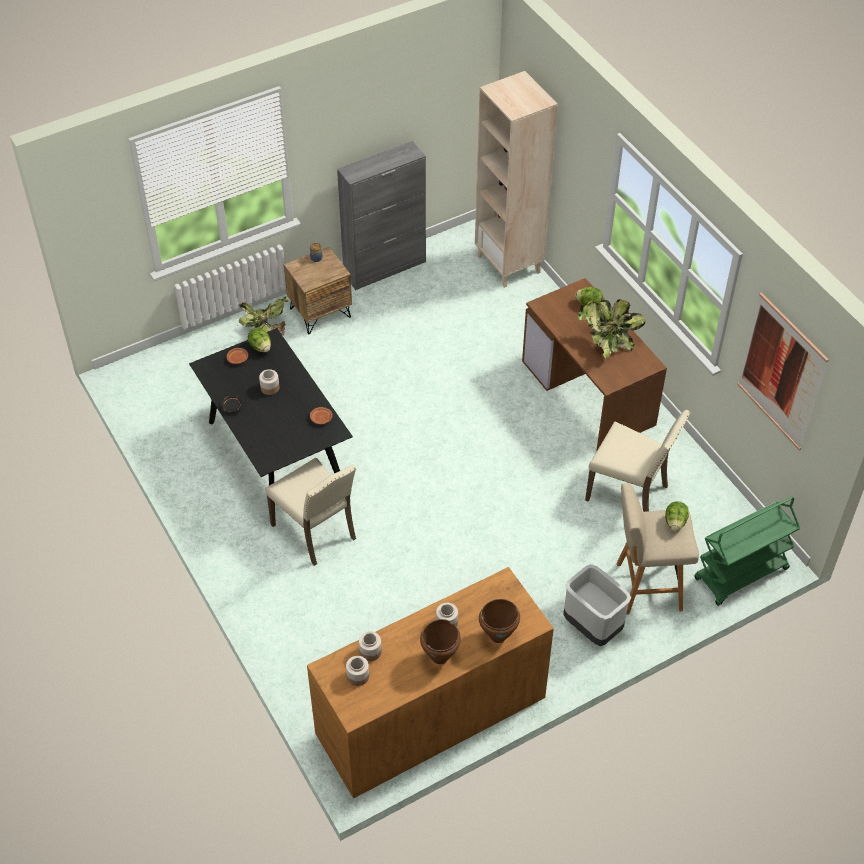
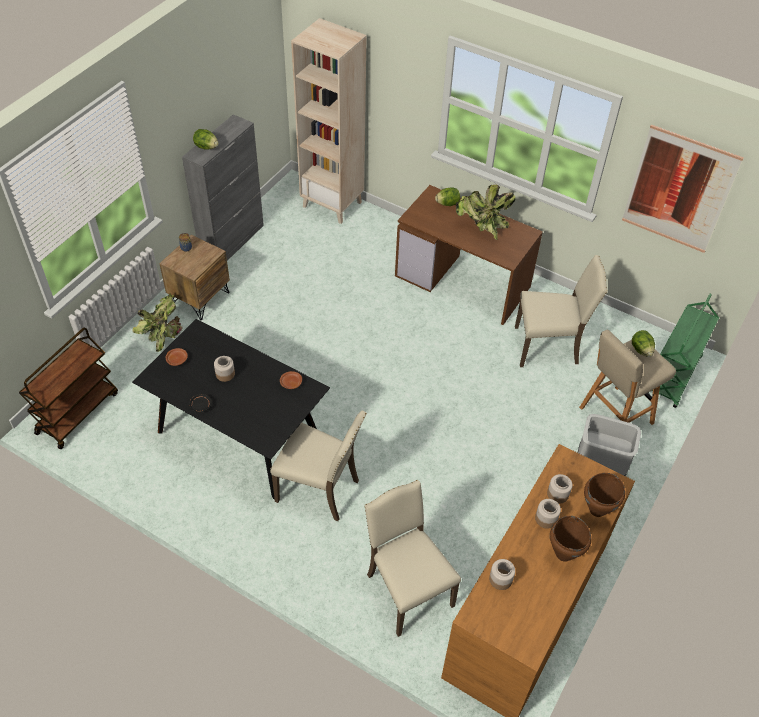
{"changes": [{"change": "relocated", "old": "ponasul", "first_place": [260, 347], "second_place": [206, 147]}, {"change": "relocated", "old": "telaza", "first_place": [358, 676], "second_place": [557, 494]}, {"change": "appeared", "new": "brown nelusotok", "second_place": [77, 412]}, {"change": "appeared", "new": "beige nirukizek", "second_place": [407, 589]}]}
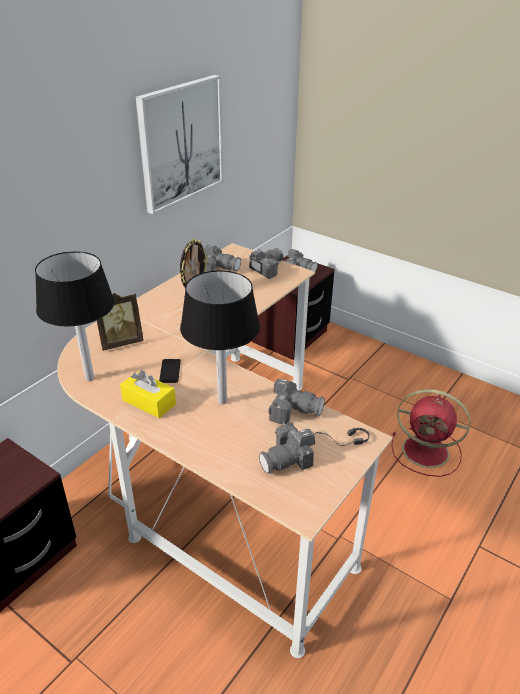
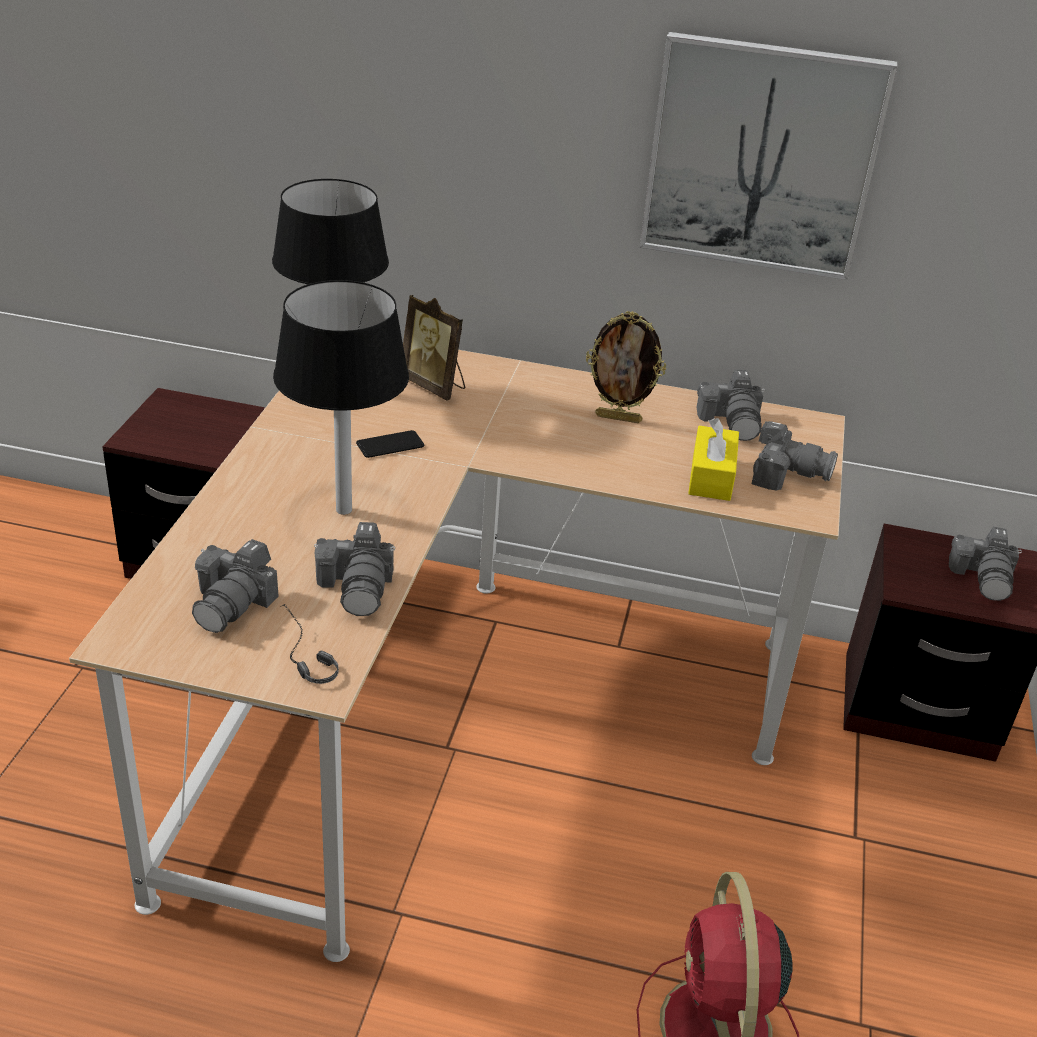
{"changes": [{"change": "relocated", "old": "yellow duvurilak", "first_place": [149, 402], "second_place": [711, 476]}, {"change": "spun", "old": "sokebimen", "first_place": [288, 459], "second_place": [234, 603], "degrees": -105}]}
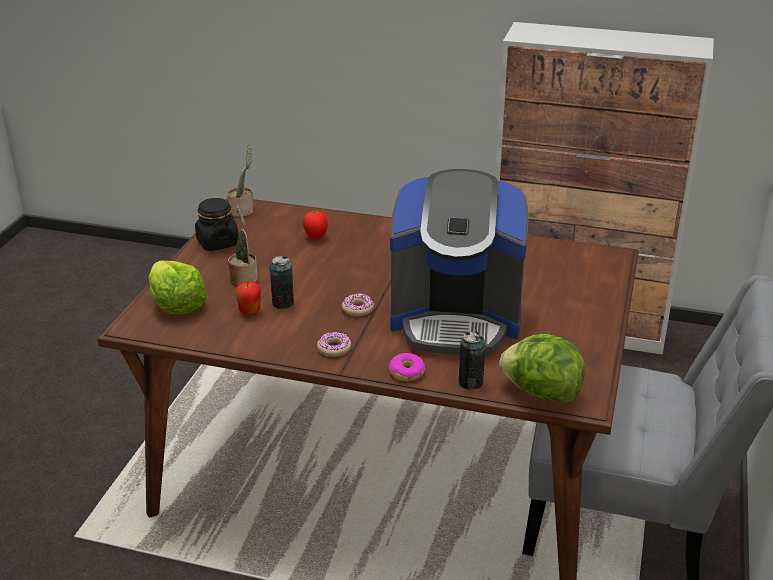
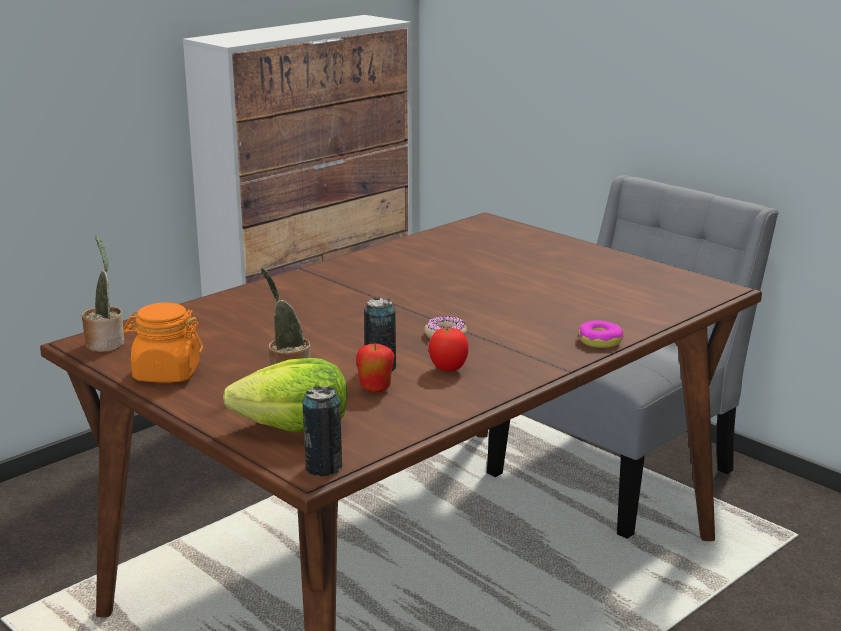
{"changes": [{"change": "missing", "old": "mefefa", "first_place": [456, 319]}, {"change": "colour", "old": "black telaza", "new": "orange telaza", "first_place": [217, 242], "second_place": [166, 374]}, {"change": "relocated", "old": "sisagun", "first_place": [316, 237], "second_place": [448, 369]}, {"change": "relocated", "old": "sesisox", "first_place": [470, 383], "second_place": [323, 467]}, {"change": "missing", "old": "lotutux", "first_place": [334, 348]}, {"change": "missing", "old": "ponasul", "first_place": [541, 393]}]}
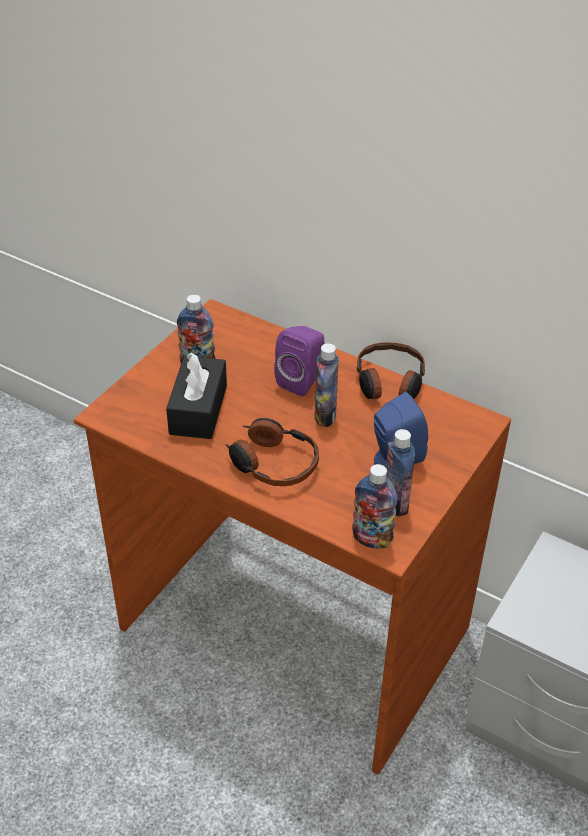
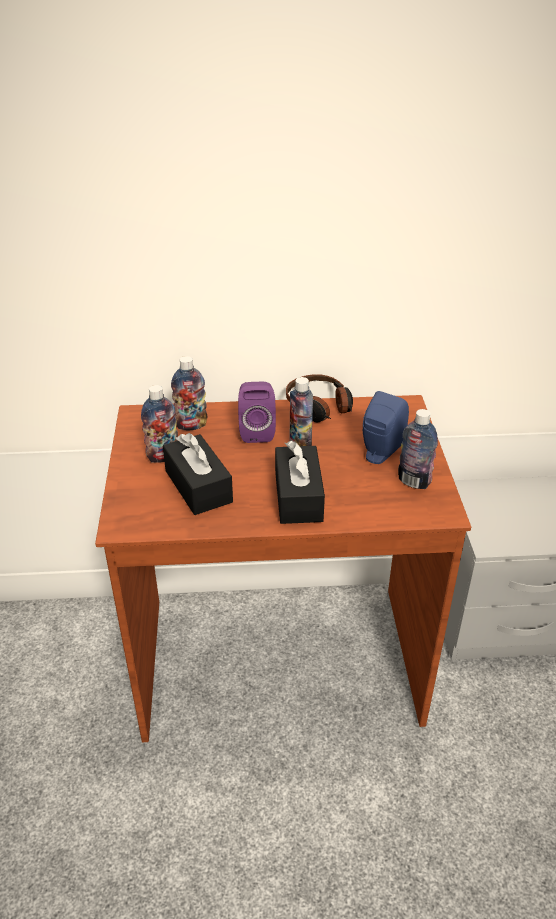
{"changes": [{"change": "exchanged", "old": "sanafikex", "new": "black duvurilak", "first_place": [272, 463], "second_place": [298, 496]}, {"change": "relocated", "old": "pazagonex", "first_place": [372, 539], "second_place": [191, 425]}]}
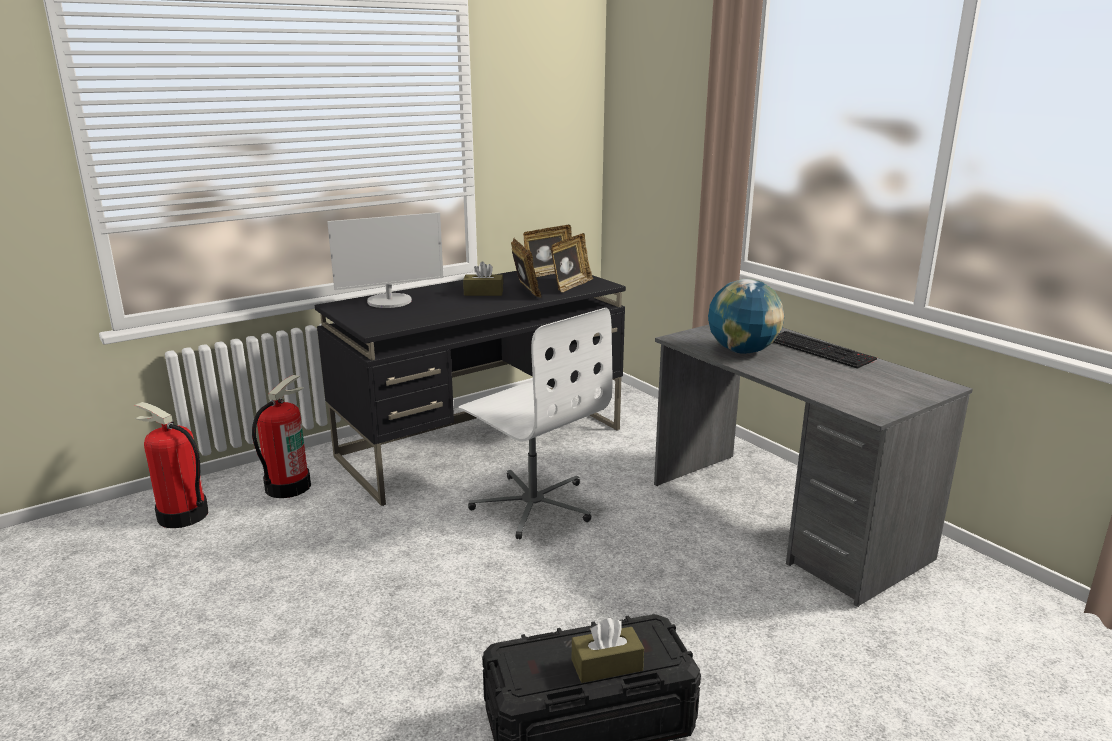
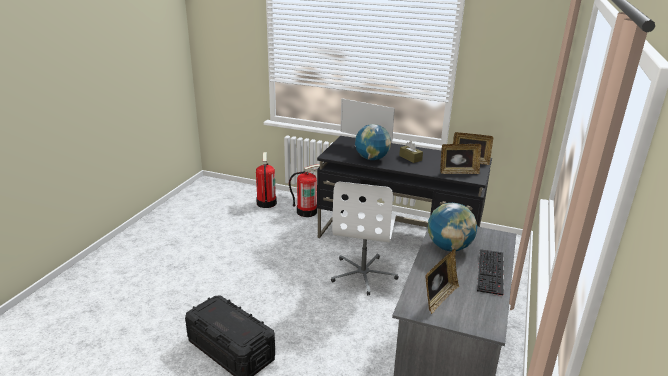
{"changes": [{"change": "relocated", "old": "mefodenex", "first_place": [525, 291], "second_place": [439, 298]}, {"change": "missing", "old": "brown duvurilak", "first_place": [607, 665]}, {"change": "appeared", "new": "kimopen", "second_place": [371, 158]}]}
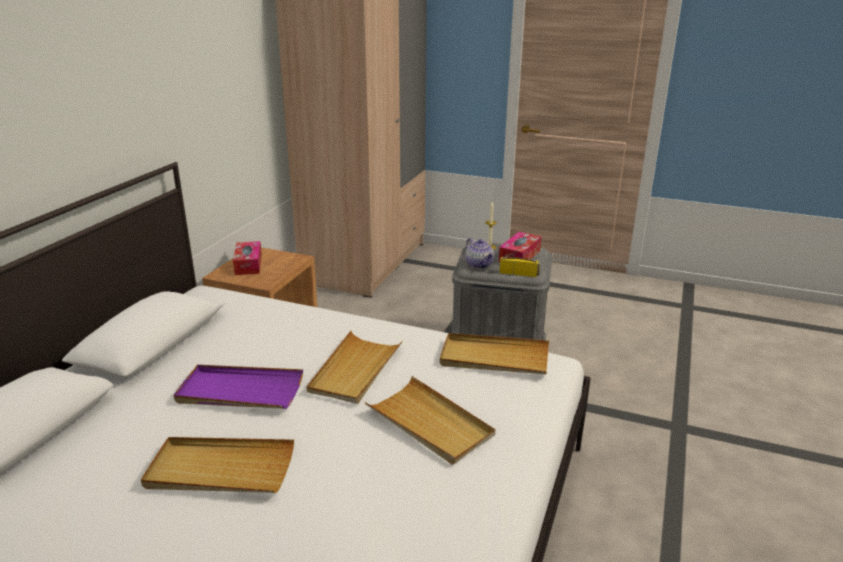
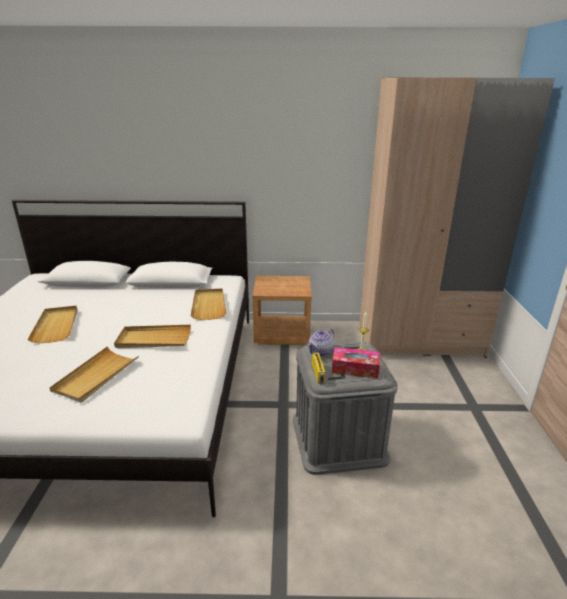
{"changes": [{"change": "missing", "old": "duvurilak", "first_place": [248, 264]}, {"change": "relocated", "old": "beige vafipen", "first_place": [494, 358], "second_place": [209, 305]}, {"change": "missing", "old": "purple vafipen", "first_place": [240, 391]}]}
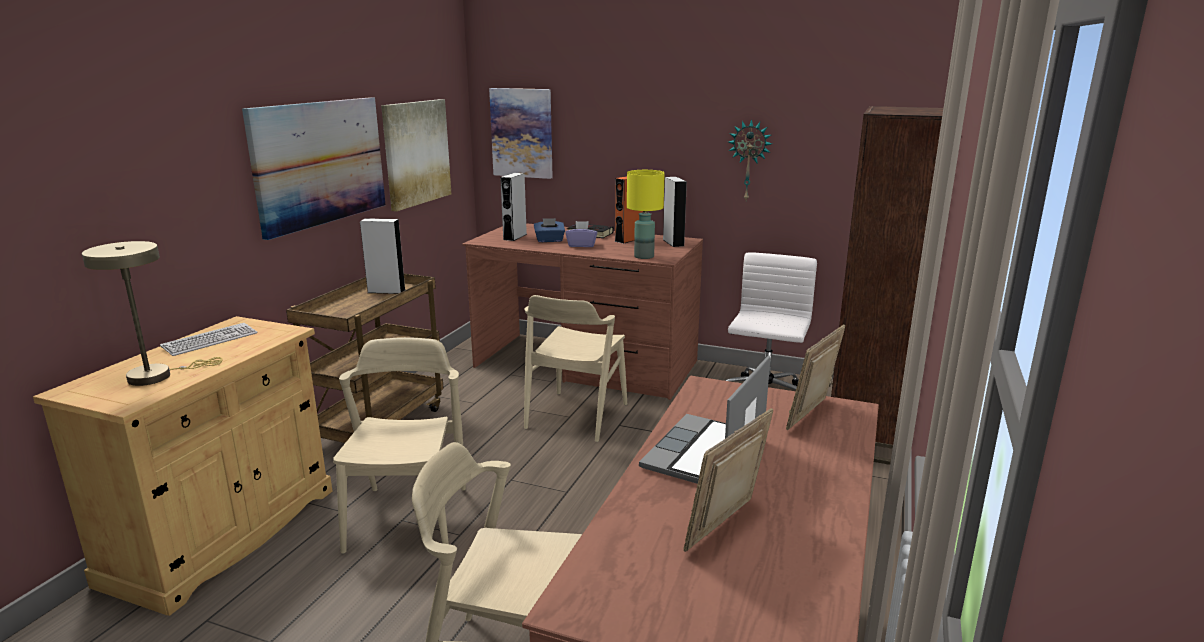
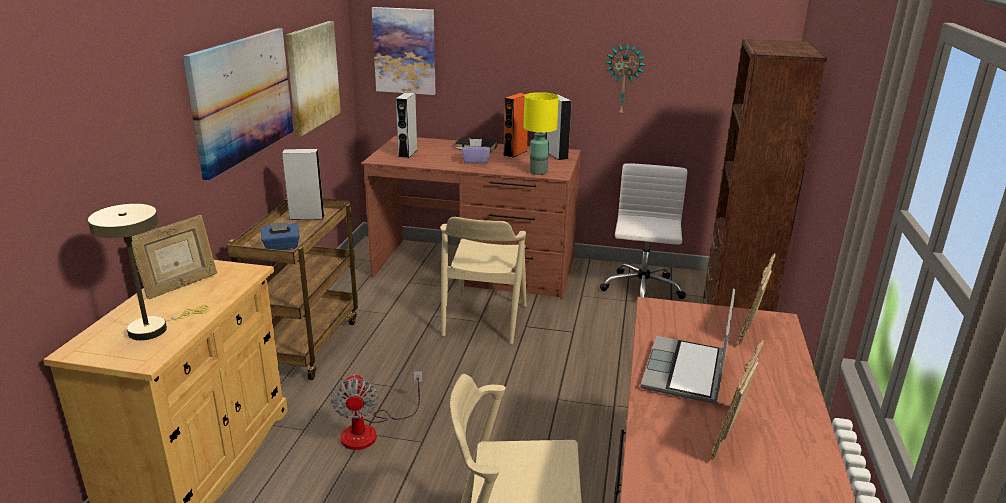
{"changes": [{"change": "relocated", "old": "blue duvurilak", "first_place": [549, 240], "second_place": [281, 247]}, {"change": "exchanged", "old": "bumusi", "new": "mefodenex", "first_place": [210, 340], "second_place": [180, 286]}, {"change": "exchanged", "old": "beige nirukizek", "new": "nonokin", "first_place": [408, 518], "second_place": [370, 431]}]}
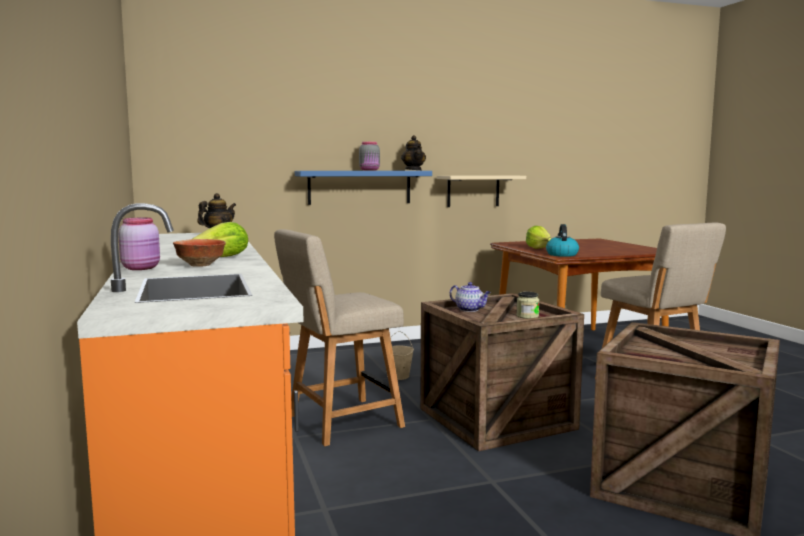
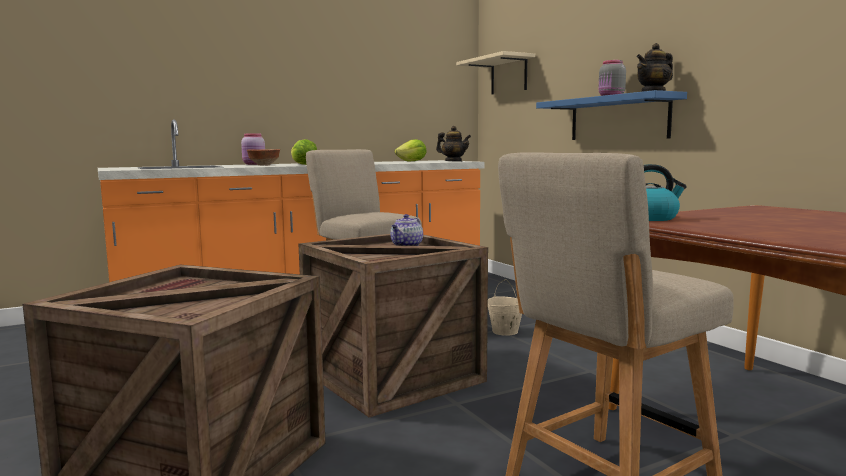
{"changes": [{"change": "relocated", "old": "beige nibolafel", "first_place": [473, 191], "second_place": [509, 75]}, {"change": "relocated", "old": "ponasul", "first_place": [538, 248], "second_place": [412, 161]}, {"change": "missing", "old": "telaza", "first_place": [527, 316]}]}
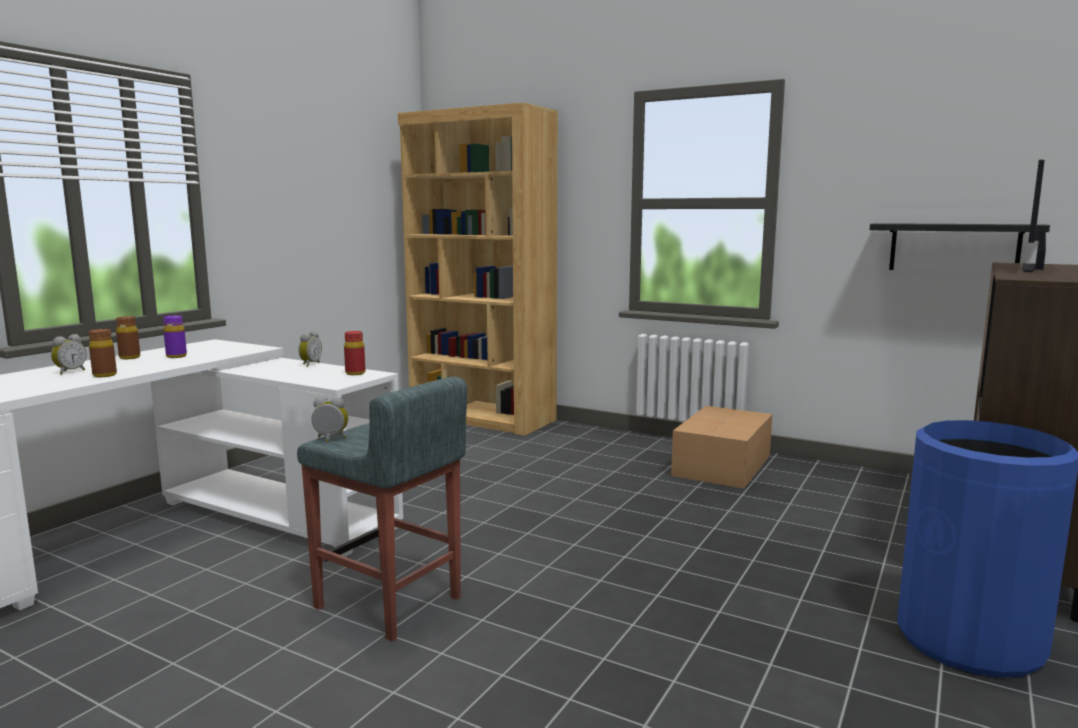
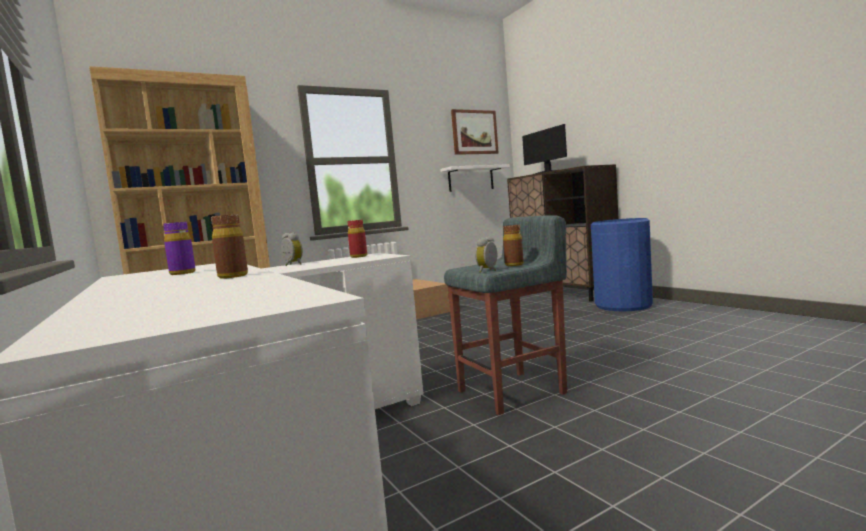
{"changes": [{"change": "colour", "old": "black nibolafel", "new": "white nibolafel", "first_place": [953, 248], "second_place": [471, 179]}, {"change": "relocated", "old": "brown pazagonex", "first_place": [129, 357], "second_place": [514, 265]}, {"change": "missing", "old": "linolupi", "first_place": [70, 372]}, {"change": "appeared", "new": "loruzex", "second_place": [474, 132]}]}
